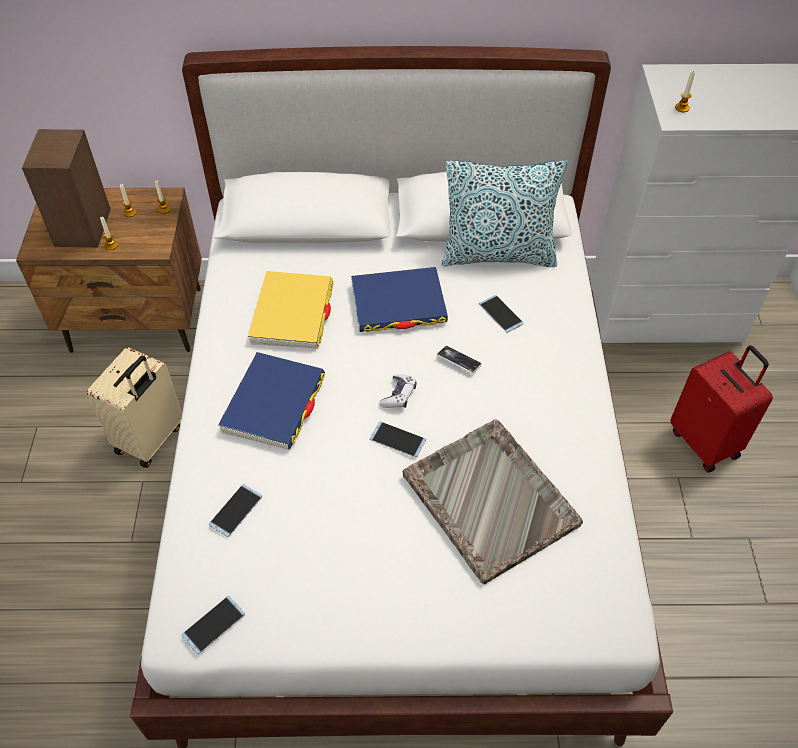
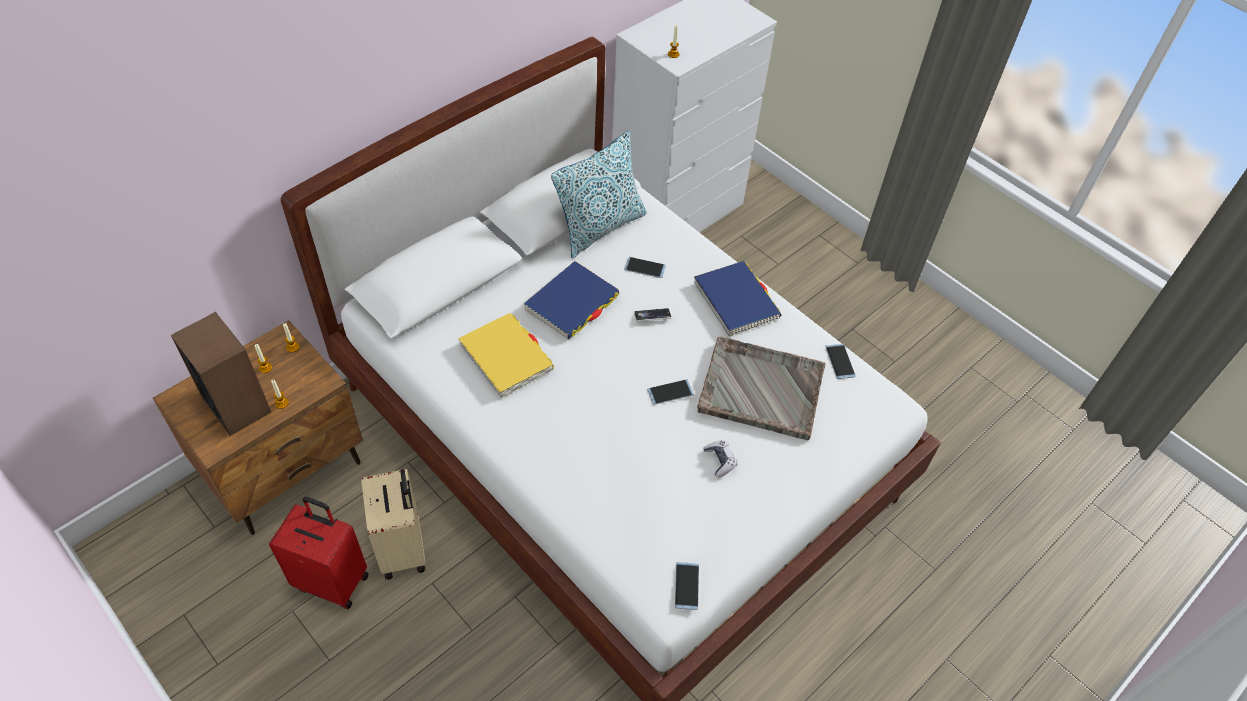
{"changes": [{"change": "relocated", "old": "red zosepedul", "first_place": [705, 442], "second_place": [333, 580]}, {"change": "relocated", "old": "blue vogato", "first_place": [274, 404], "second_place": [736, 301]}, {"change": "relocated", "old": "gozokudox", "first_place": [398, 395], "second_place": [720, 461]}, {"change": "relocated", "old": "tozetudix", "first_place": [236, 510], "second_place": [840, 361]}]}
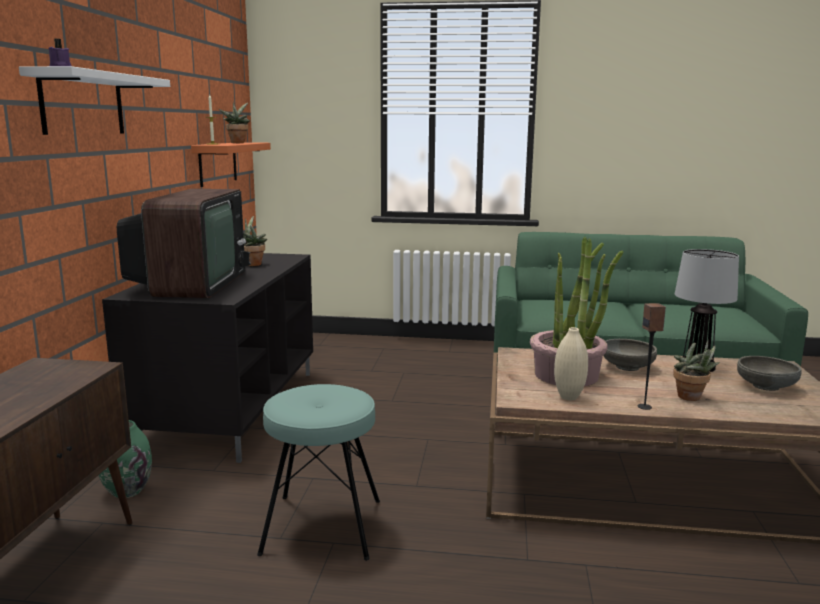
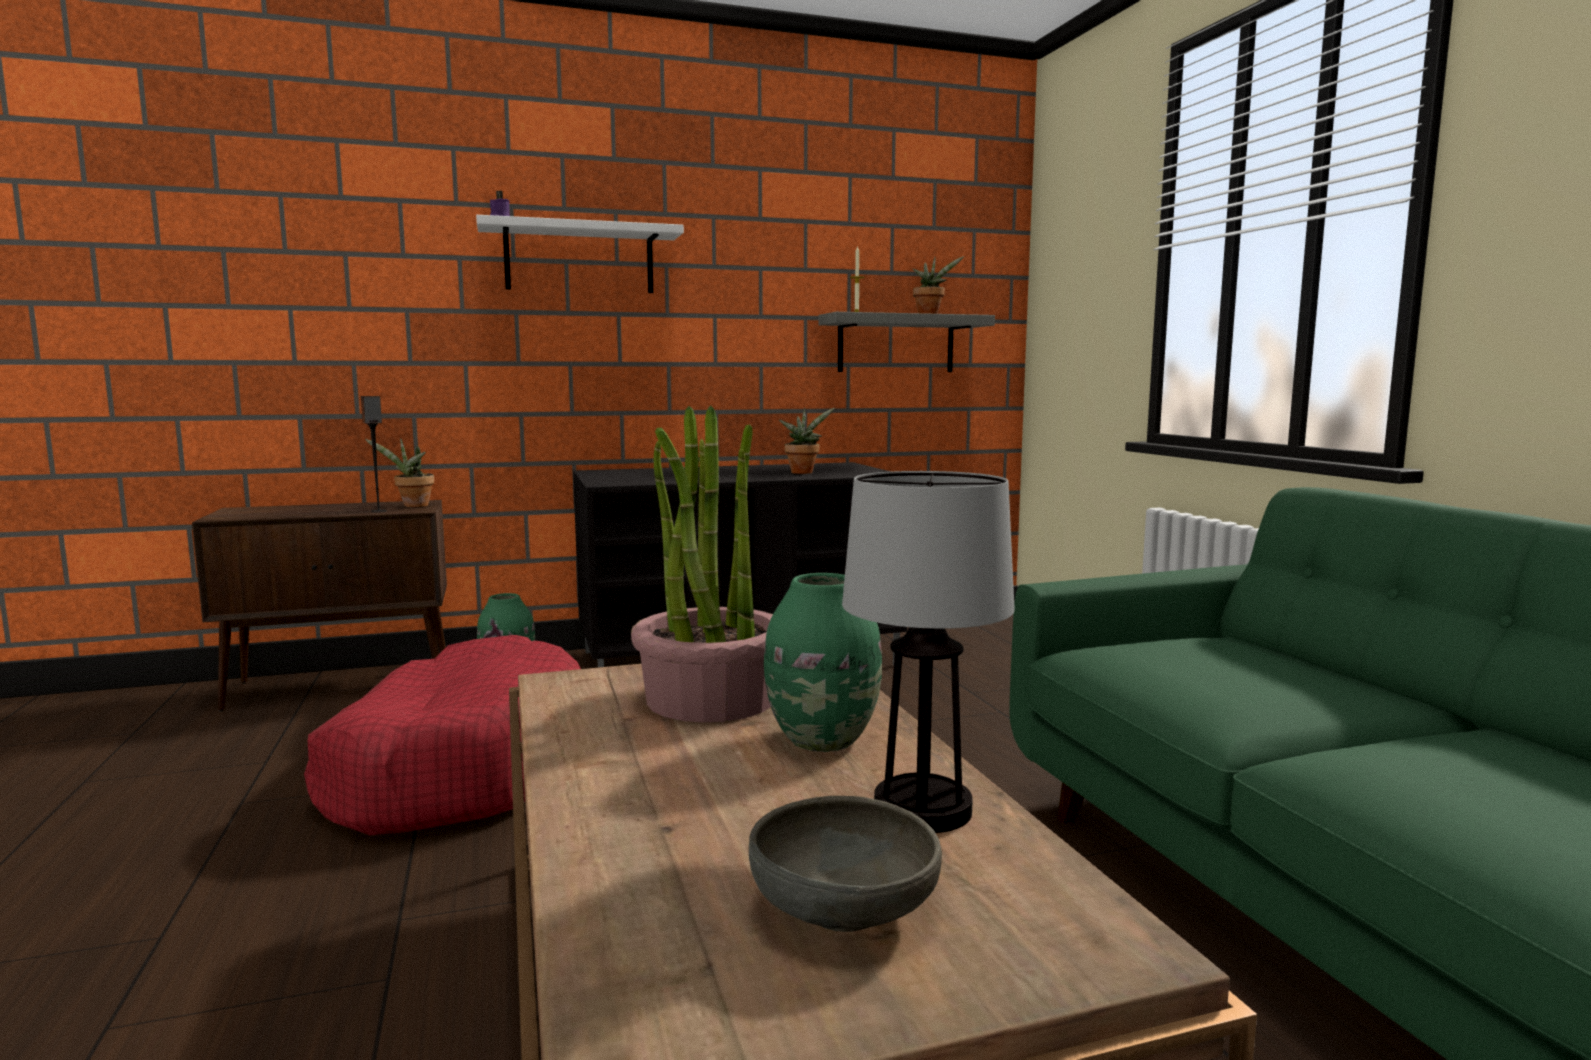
{"changes": [{"change": "colour", "old": "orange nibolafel", "new": "grey nibolafel", "first_place": [217, 163], "second_place": [896, 344]}, {"change": "missing", "old": "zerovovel", "first_place": [192, 284]}, {"change": "relocated", "old": "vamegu", "first_place": [645, 407], "second_place": [378, 511]}, {"change": "missing", "old": "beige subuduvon", "first_place": [569, 397]}, {"change": "exchanged", "old": "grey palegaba", "new": "green subuduvon", "first_place": [627, 367], "second_place": [823, 740]}, {"change": "relocated", "old": "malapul", "first_place": [691, 398], "second_place": [412, 506]}, {"change": "exchanged", "old": "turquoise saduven", "new": "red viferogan", "first_place": [322, 526], "second_place": [460, 767]}]}
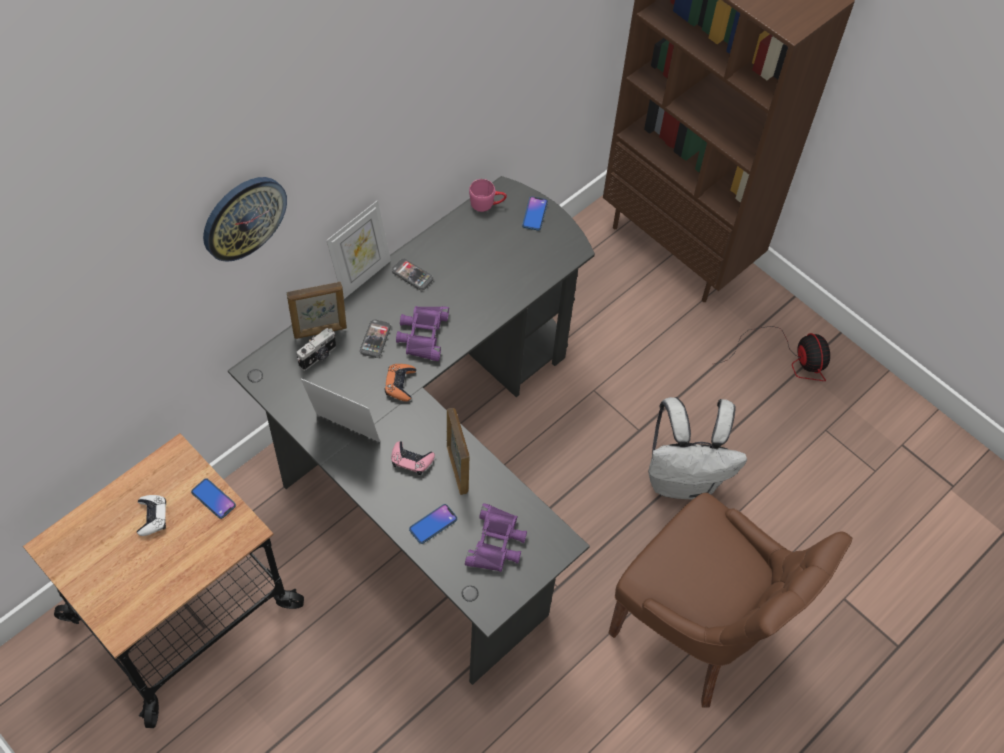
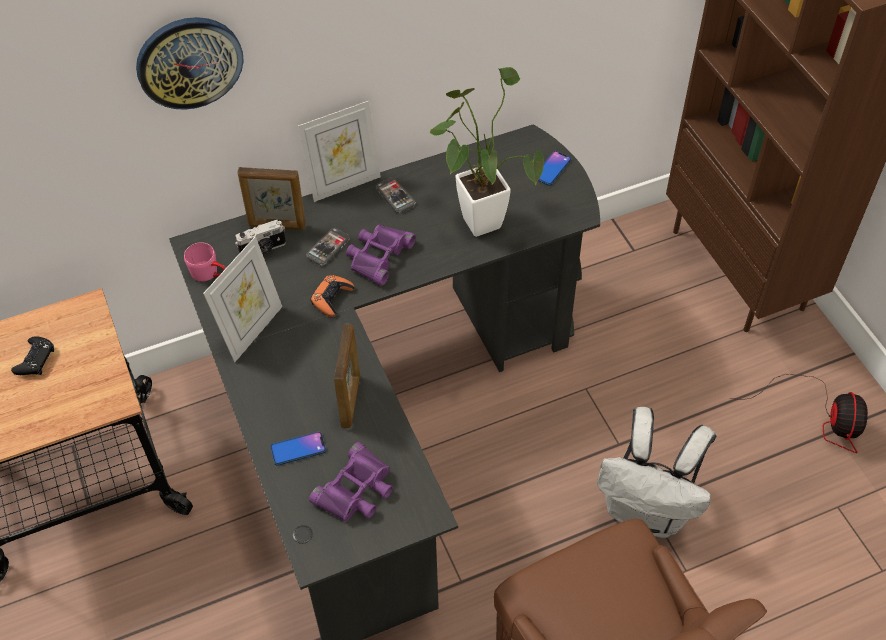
{"changes": [{"change": "relocated", "old": "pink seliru", "first_place": [487, 203], "second_place": [210, 273]}, {"change": "spun", "old": "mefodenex", "first_place": [344, 433], "second_place": [252, 330], "degrees": 75}, {"change": "missing", "old": "pink gozokudox", "first_place": [411, 460]}, {"change": "missing", "old": "tozetudix", "first_place": [213, 499]}, {"change": "colour", "old": "white gozokudox", "new": "black gozokudox", "first_place": [152, 517], "second_place": [35, 359]}, {"change": "appeared", "new": "malapul", "second_place": [478, 216]}]}
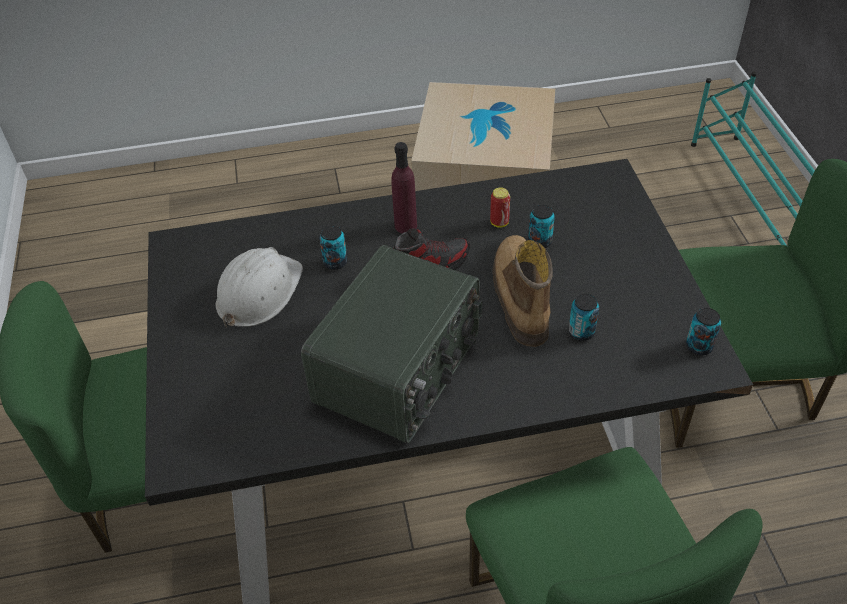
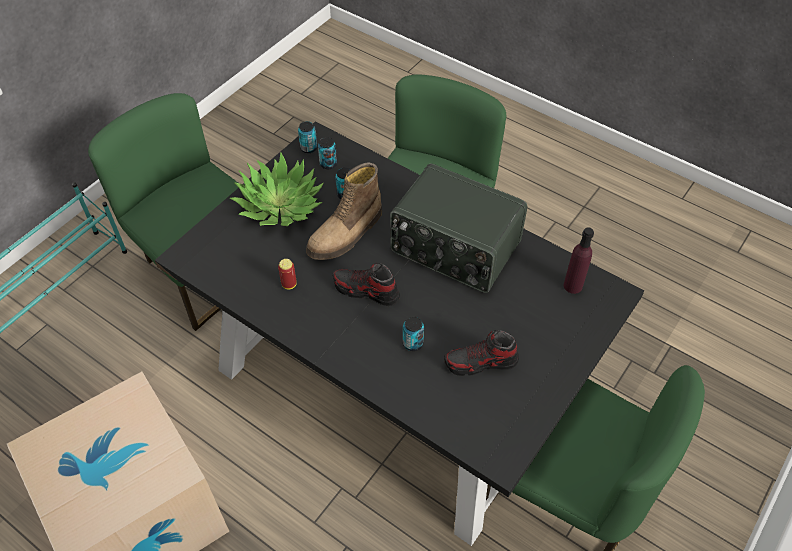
{"changes": [{"change": "relocated", "old": "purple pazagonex", "first_place": [405, 226], "second_place": [572, 286]}, {"change": "relocated", "old": "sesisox", "first_place": [539, 241], "second_place": [328, 164]}, {"change": "spun", "old": "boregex", "first_place": [400, 370], "second_place": [454, 248], "degrees": -135}, {"change": "exchanged", "old": "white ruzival", "new": "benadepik", "first_place": [258, 292], "second_place": [481, 363]}, {"change": "appeared", "new": "malapul", "second_place": [280, 205]}]}
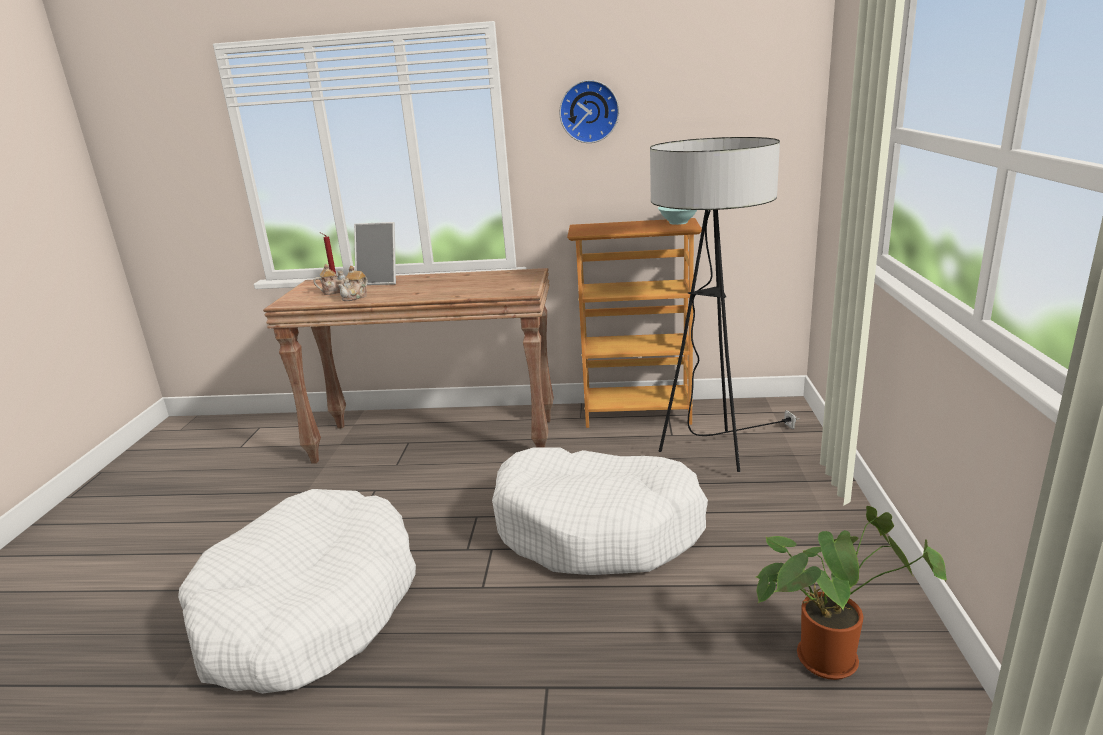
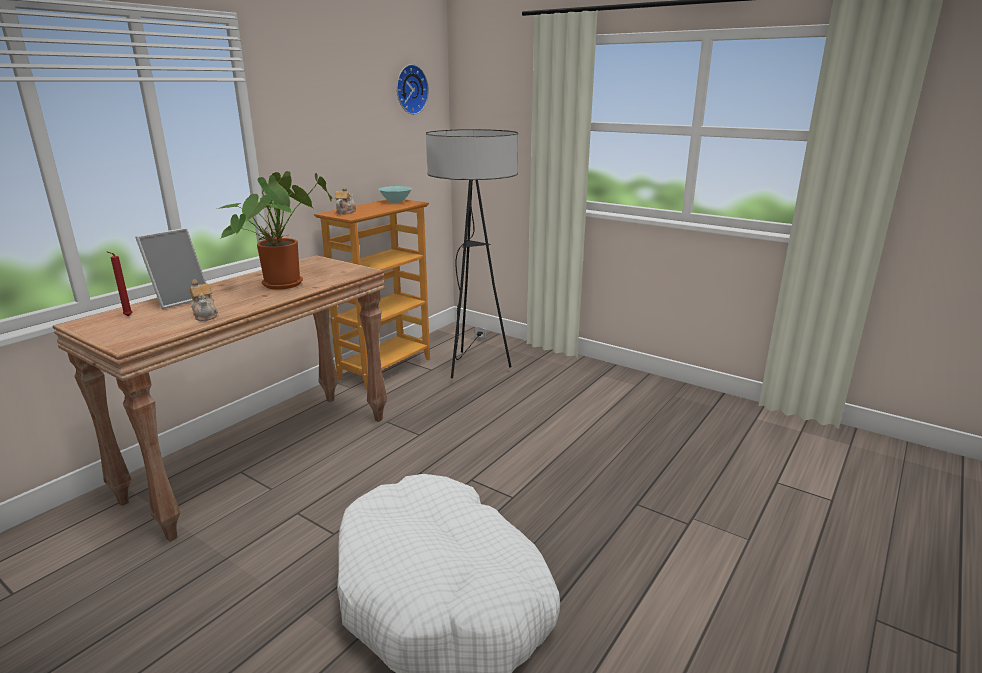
{"changes": [{"change": "relocated", "old": "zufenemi", "first_place": [589, 111], "second_place": [410, 89]}, {"change": "relocated", "old": "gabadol", "first_place": [335, 291], "second_place": [345, 212]}, {"change": "missing", "old": "white viferogan", "first_place": [597, 528]}, {"change": "relocated", "old": "malapul", "first_place": [831, 657], "second_place": [284, 283]}]}
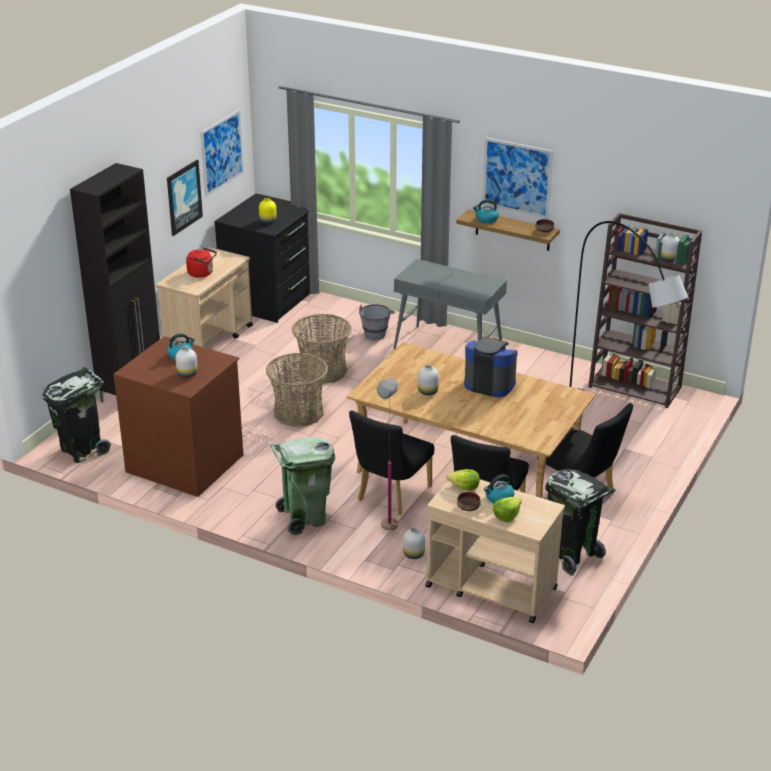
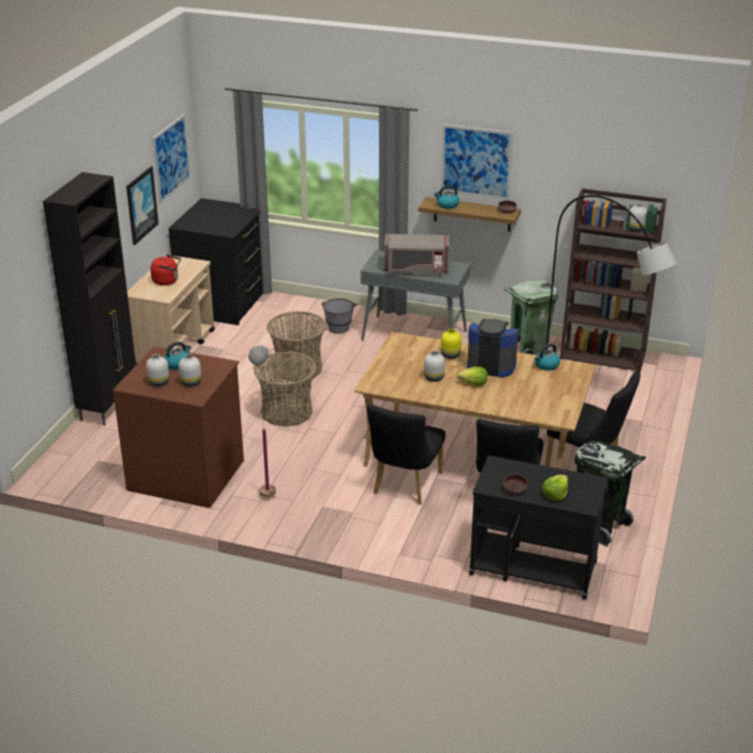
{"changes": [{"change": "relocated", "old": "yellow subuduvon", "first_place": [268, 221], "second_place": [451, 355]}, {"change": "missing", "old": "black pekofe", "first_place": [82, 450]}, {"change": "relocated", "old": "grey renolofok", "first_place": [388, 538], "second_place": [268, 505]}, {"change": "relocated", "old": "green pekofe", "first_place": [304, 518], "second_place": [526, 351]}, {"change": "relocated", "old": "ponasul", "first_place": [464, 487], "second_place": [473, 383]}, {"change": "relocated", "old": "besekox", "first_place": [499, 498], "second_place": [546, 365]}, {"change": "colour", "old": "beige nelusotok", "new": "black nelusotok", "first_place": [490, 587], "second_place": [532, 567]}, {"change": "relocated", "old": "white subuduvon", "first_place": [413, 554], "second_place": [158, 383]}, {"change": "appeared", "new": "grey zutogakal", "second_place": [416, 269]}]}
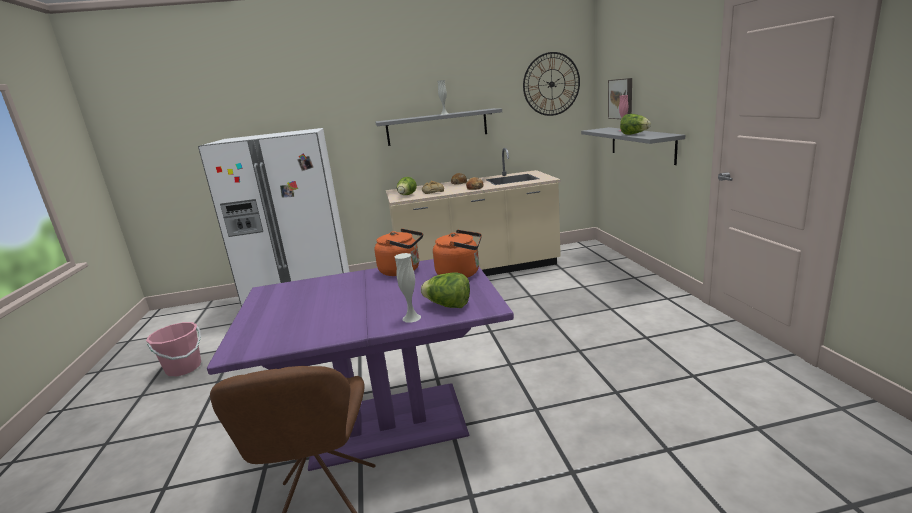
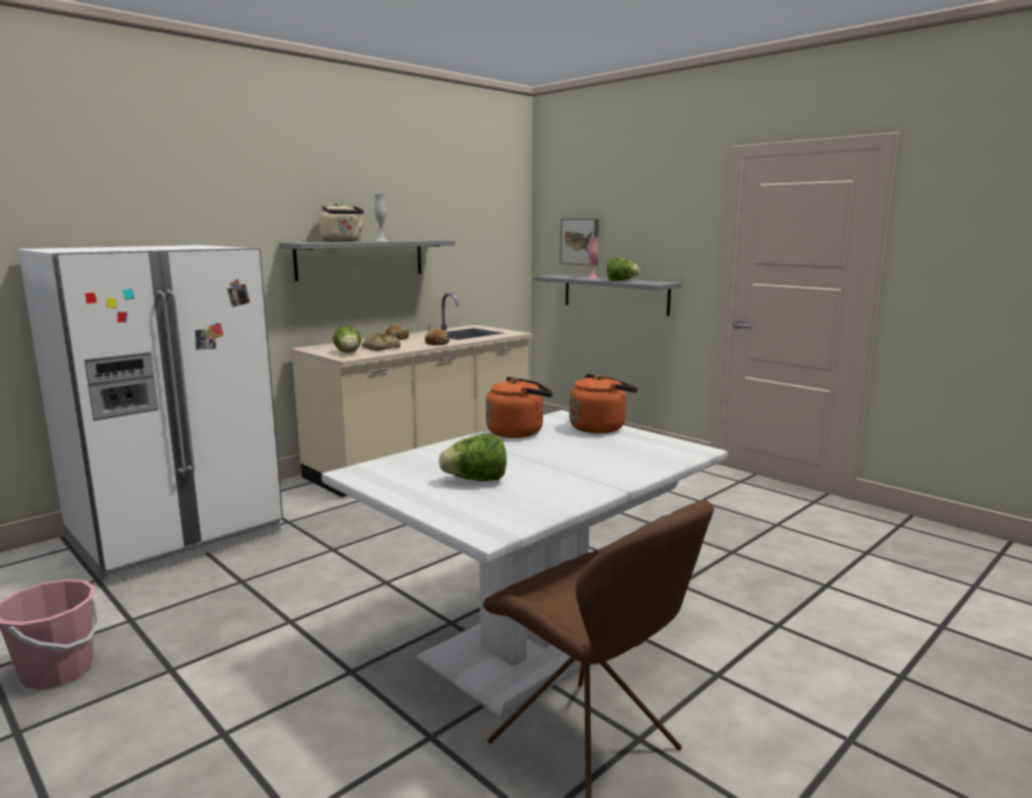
{"changes": [{"change": "missing", "old": "zufenemi", "first_place": [551, 84]}, {"change": "missing", "old": "white subuduvon", "first_place": [411, 318]}, {"change": "colour", "old": "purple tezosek", "new": "white tezosek", "first_place": [387, 422], "second_place": [533, 640]}, {"change": "relocated", "old": "ponasul", "first_place": [448, 306], "second_place": [476, 480]}, {"change": "appeared", "new": "beige besekox", "second_place": [342, 241]}]}
